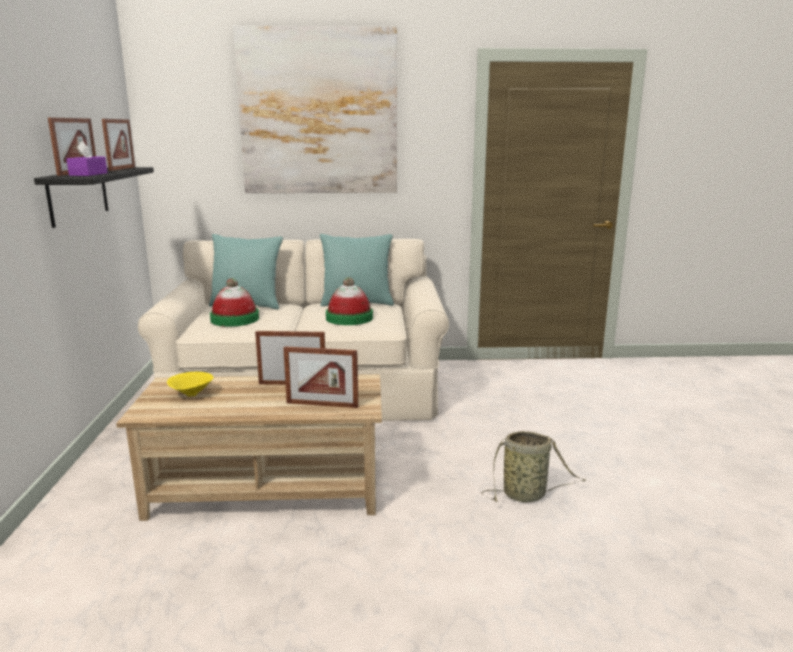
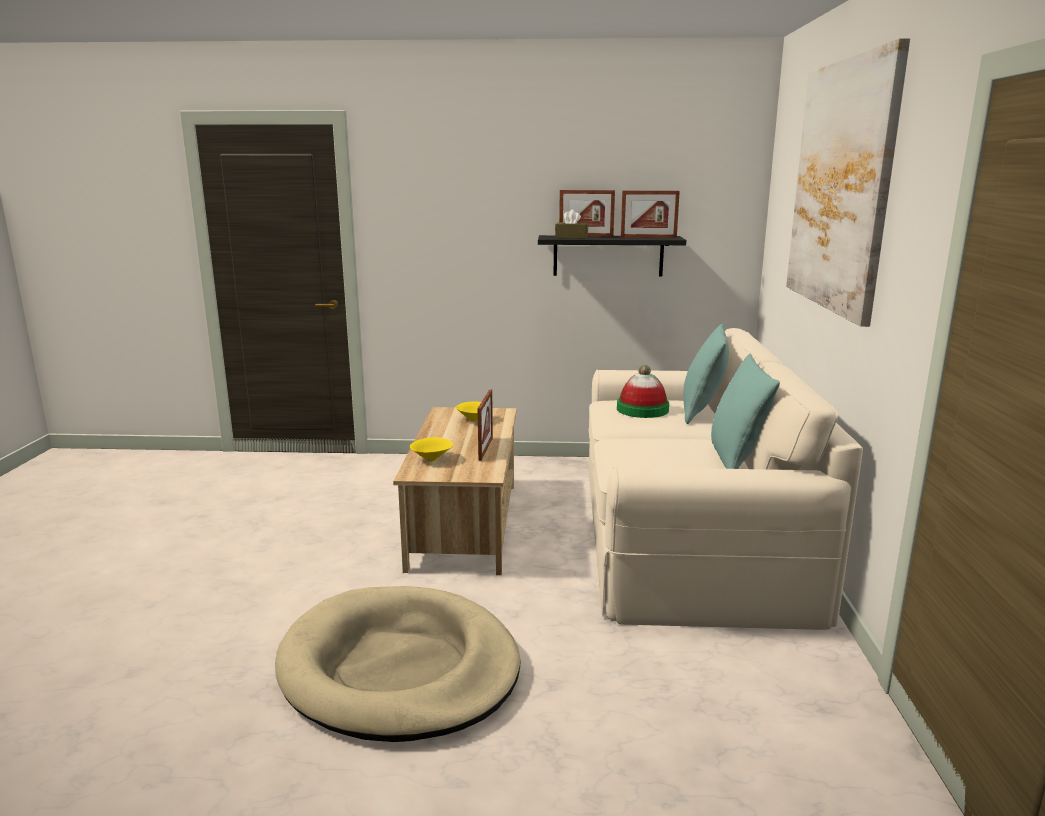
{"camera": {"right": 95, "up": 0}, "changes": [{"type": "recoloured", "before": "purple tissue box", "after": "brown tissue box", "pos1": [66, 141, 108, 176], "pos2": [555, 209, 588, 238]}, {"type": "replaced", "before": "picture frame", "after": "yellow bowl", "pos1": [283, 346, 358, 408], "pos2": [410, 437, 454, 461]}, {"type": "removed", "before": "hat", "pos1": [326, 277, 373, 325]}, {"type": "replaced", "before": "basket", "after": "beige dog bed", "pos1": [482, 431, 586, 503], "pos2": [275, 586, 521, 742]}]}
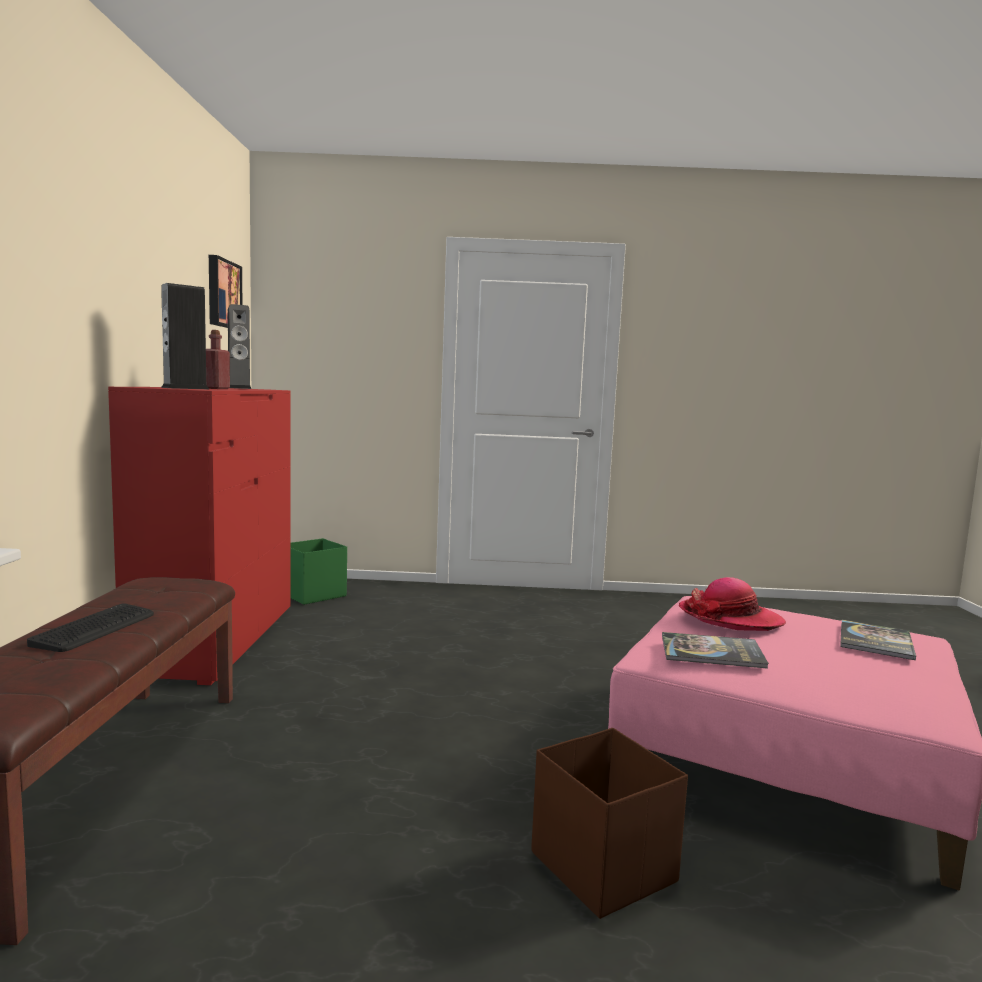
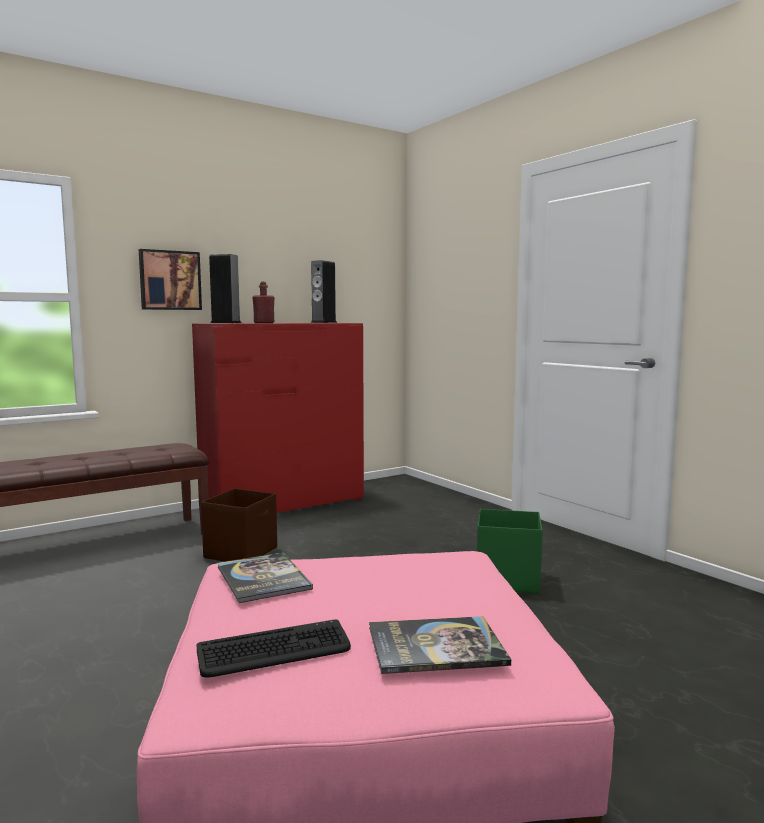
{"camera": {"right": 55, "up": 0}, "changes": [{"type": "moved", "before": "keyboard", "pos1": [27, 603, 154, 652], "pos2": [197, 619, 351, 678]}, {"type": "moved", "before": "picture", "pos1": [209, 255, 242, 328], "pos2": [139, 249, 202, 310]}, {"type": "moved", "before": "green storage box", "pos1": [290, 538, 347, 605], "pos2": [477, 509, 543, 594]}, {"type": "moved", "before": "brown storage box", "pos1": [531, 728, 688, 919], "pos2": [201, 488, 277, 562]}, {"type": "removed", "before": "hat", "pos1": [679, 577, 786, 631]}]}
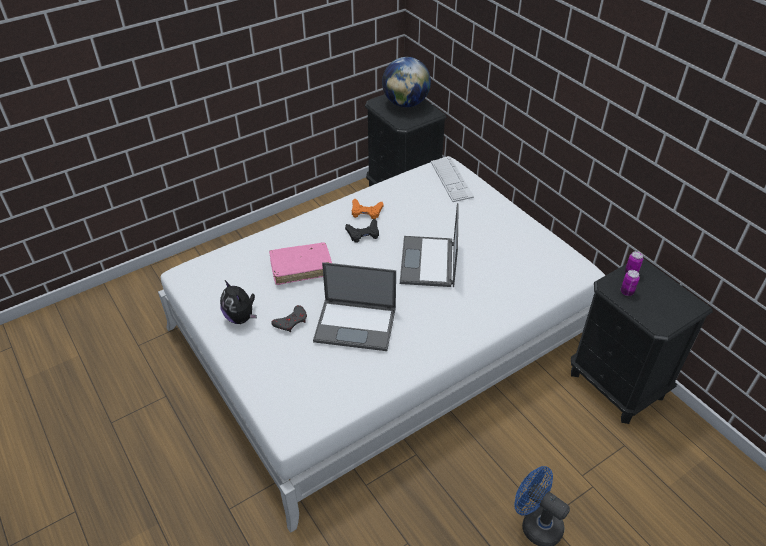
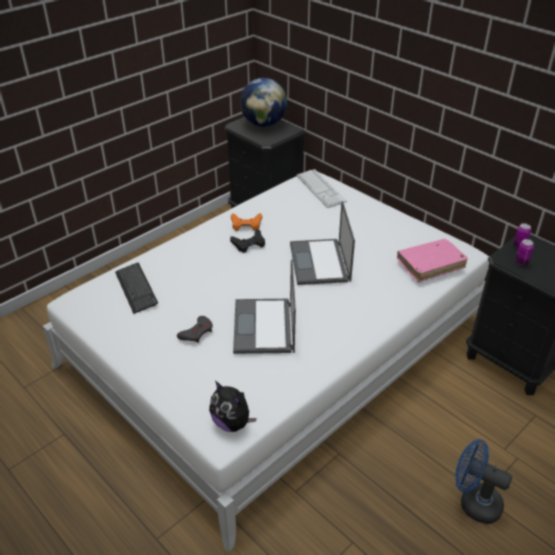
{"camera": {"right": -10, "up": -5}, "changes": [{"type": "moved", "before": "plush toy", "pos1": [220, 280, 257, 324], "pos2": [209, 381, 257, 432]}, {"type": "moved", "before": "pink book", "pos1": [269, 242, 332, 285], "pos2": [397, 239, 468, 282]}, {"type": "turned", "before": "laptop", "pos1": [313, 262, 396, 351], "pos2": [233, 259, 296, 354], "turn": 90}, {"type": "added", "after": "keyboard", "pos2": [115, 263, 158, 314]}]}
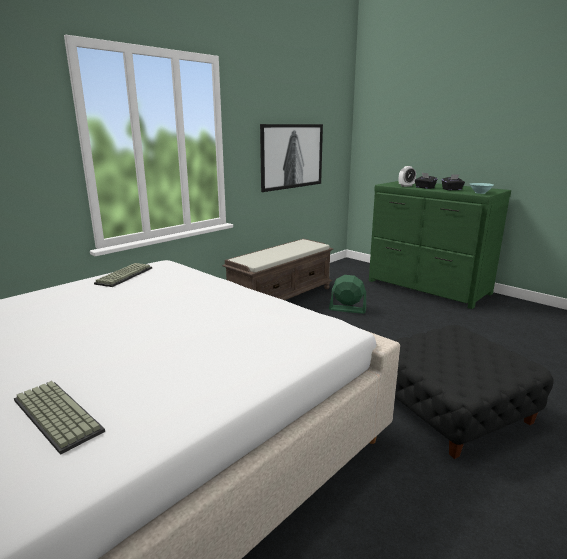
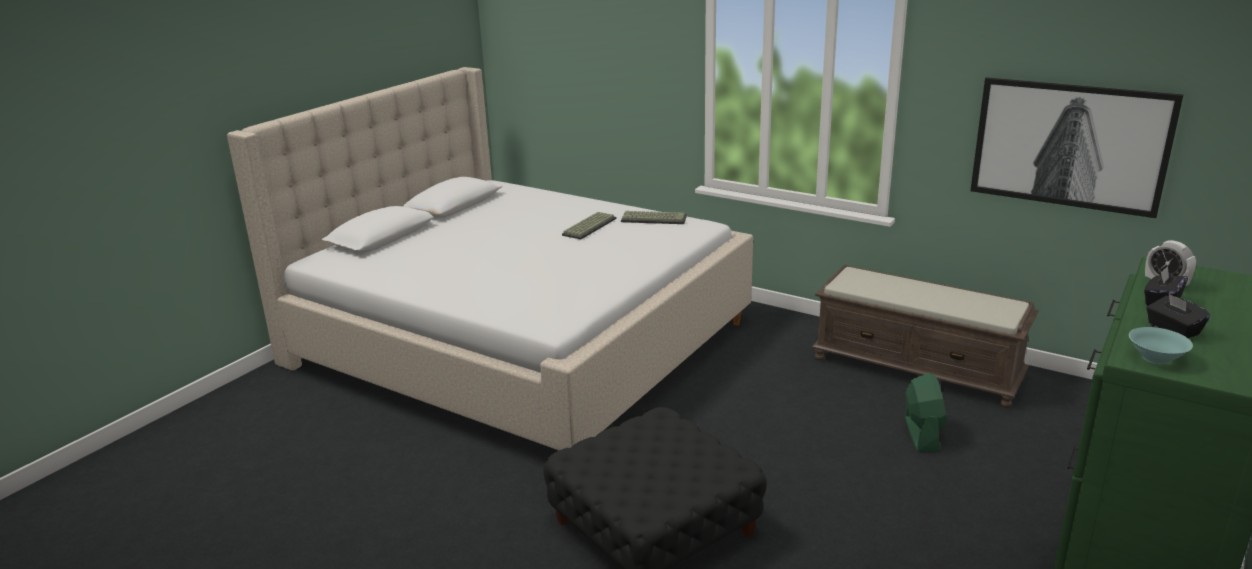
{"camera": {"right": 80, "up": 5}, "changes": [{"type": "moved", "before": "keyboard", "pos1": [14, 381, 105, 455], "pos2": [562, 212, 616, 239]}]}
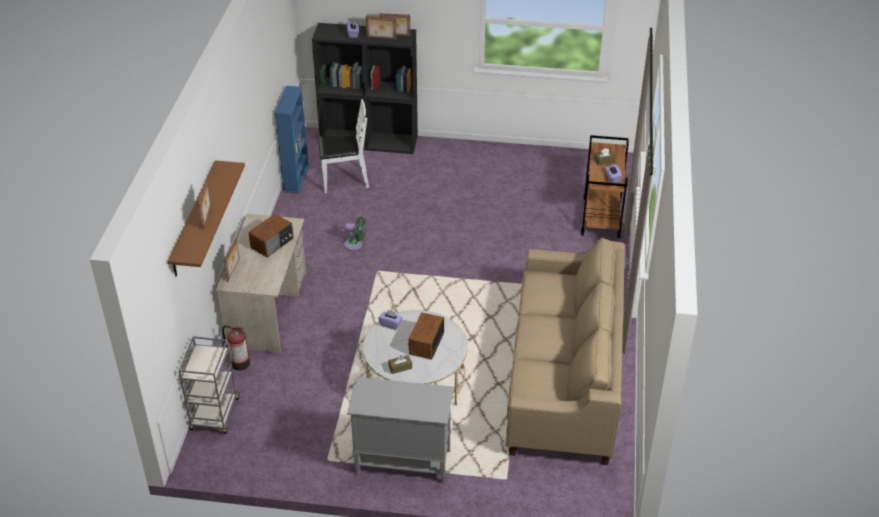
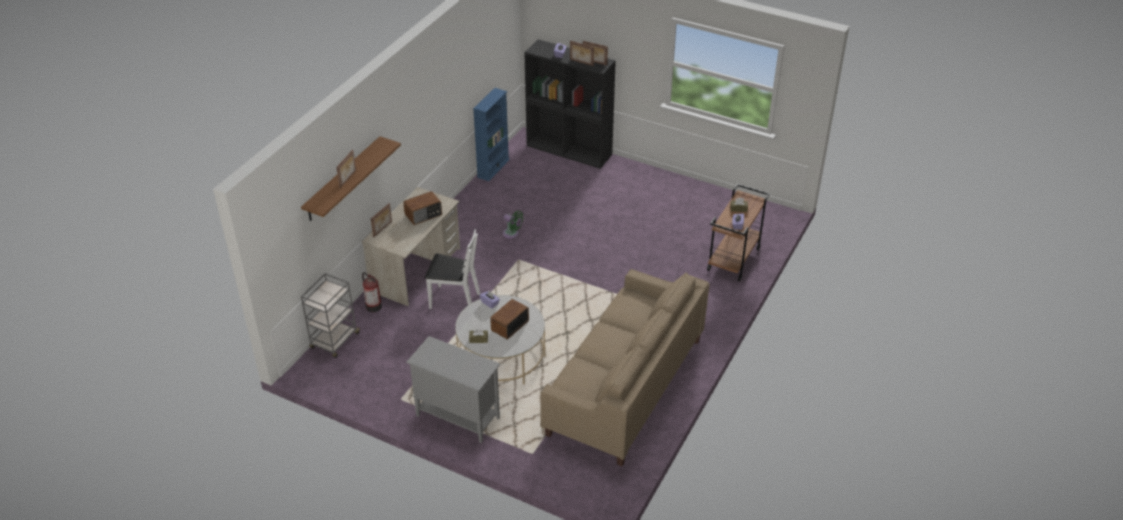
{"camera": {"right": 20, "up": 0}, "changes": [{"type": "moved", "before": "white chair", "pos1": [318, 99, 369, 193], "pos2": [425, 229, 480, 309]}]}
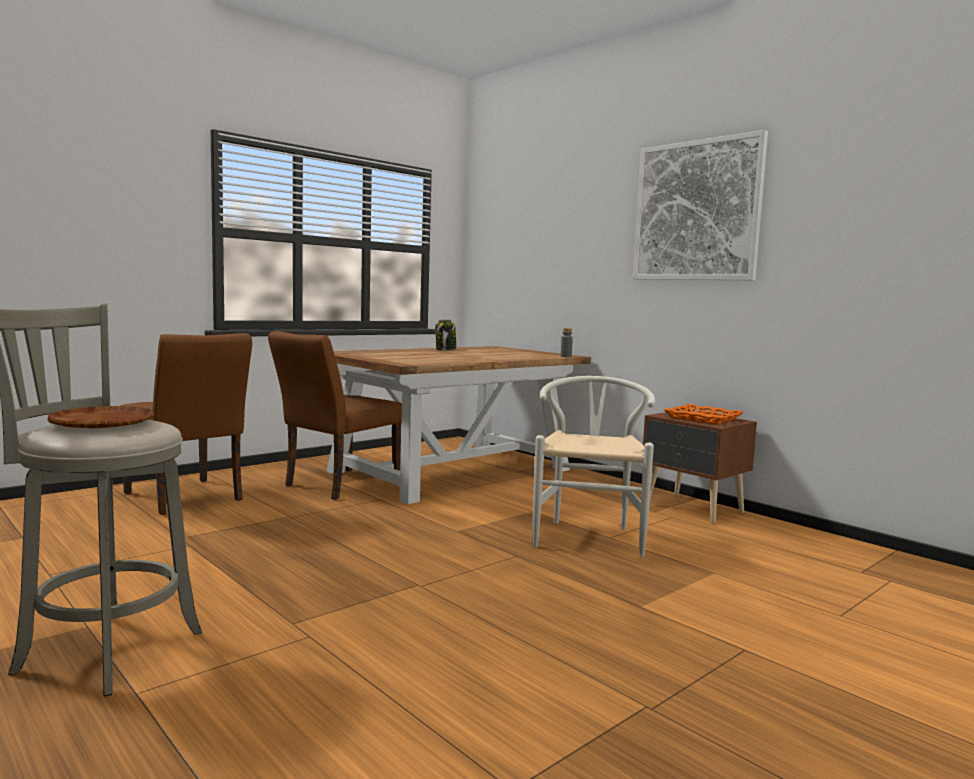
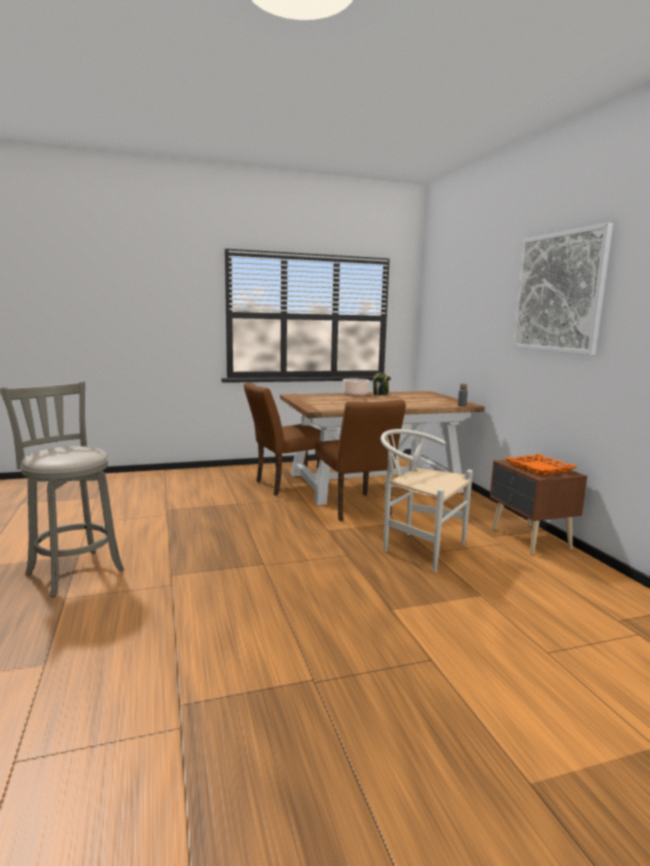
{"camera": {"right": 25, "up": 5}, "changes": [{"type": "removed", "before": "brown plate", "pos1": [48, 406, 155, 428]}, {"type": "moved", "before": "brown chair", "pos1": [120, 333, 252, 515], "pos2": [315, 400, 406, 521]}, {"type": "turned", "before": "white chair", "pos1": [533, 376, 655, 557], "pos2": [381, 429, 473, 573], "turn": -90}, {"type": "added", "after": "cooking pot", "pos2": [343, 379, 370, 396]}]}
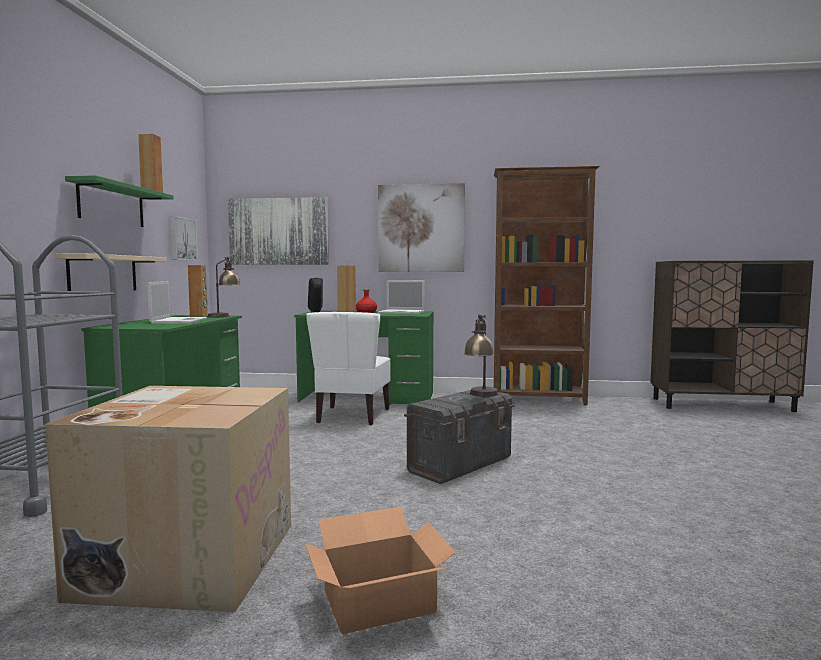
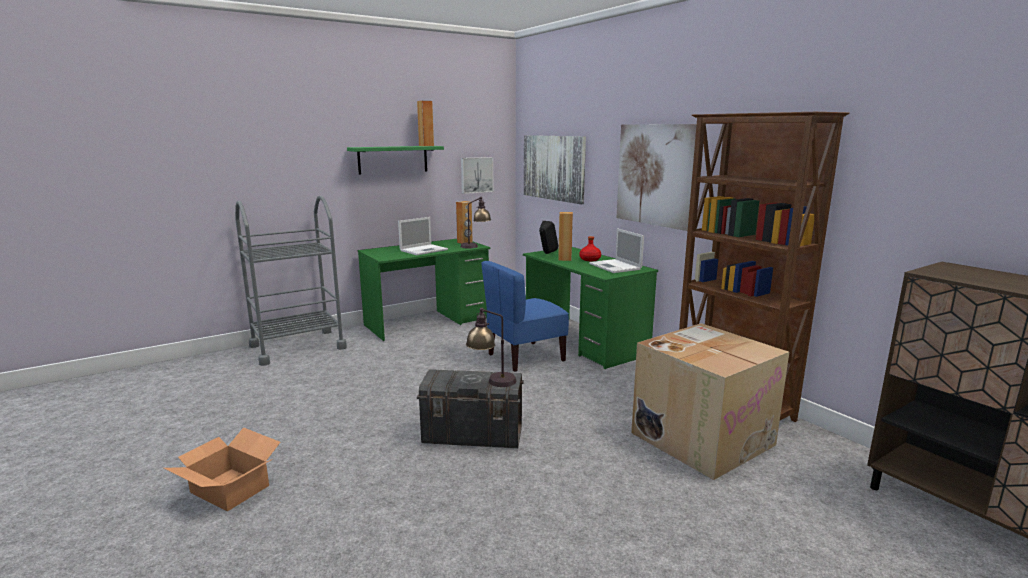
{"camera": {"right": 50, "up": 10}, "changes": [{"type": "moved", "before": "cardboard box", "pos1": [45, 386, 291, 612], "pos2": [631, 323, 789, 480]}, {"type": "removed", "before": "beige shelf", "pos1": [54, 253, 167, 291]}, {"type": "recoloured", "before": "white chair", "after": "blue chair", "pos1": [306, 312, 391, 425], "pos2": [481, 261, 569, 372]}]}
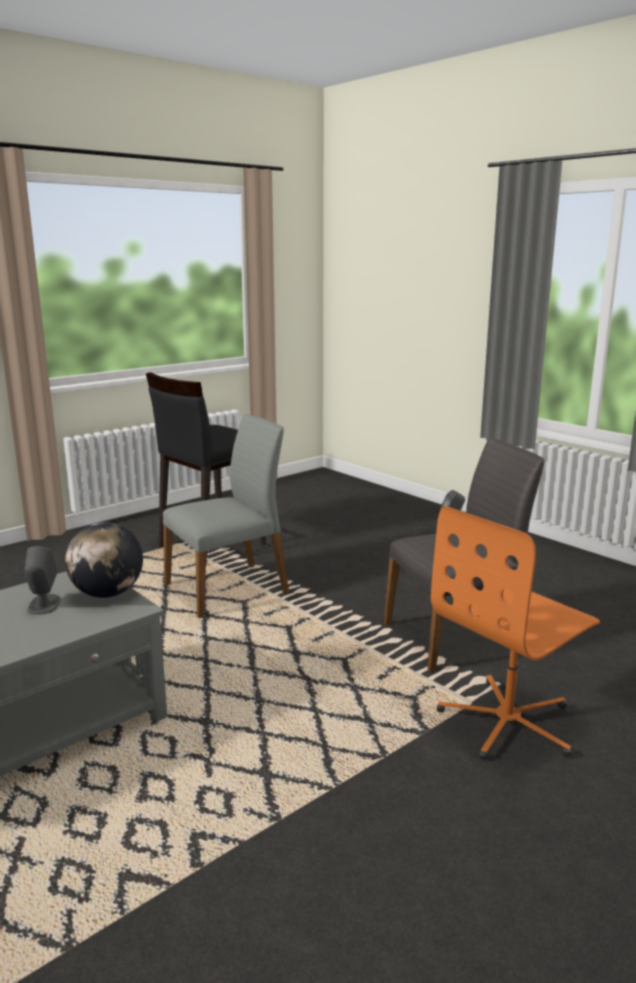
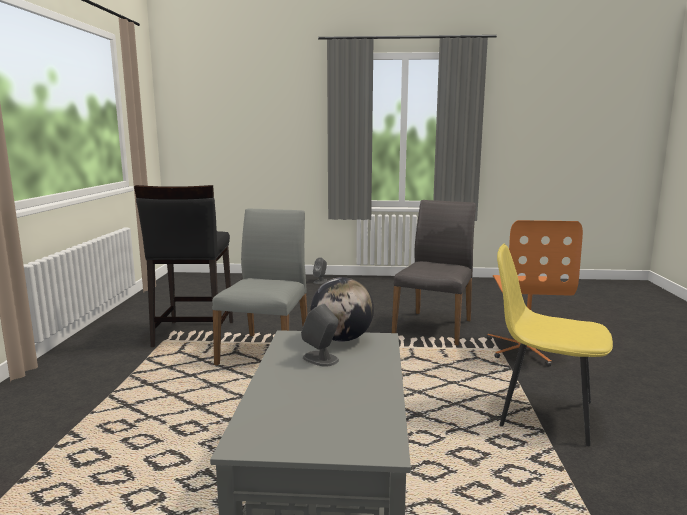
{"camera": {"right": -45, "up": -5}, "changes": [{"type": "added", "after": "yellow chair", "pos2": [497, 244, 613, 446]}]}
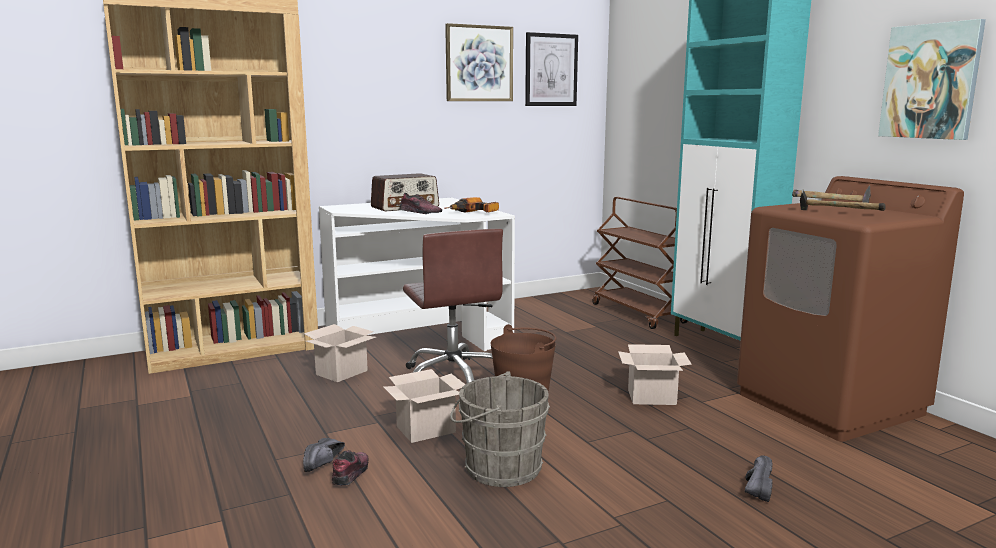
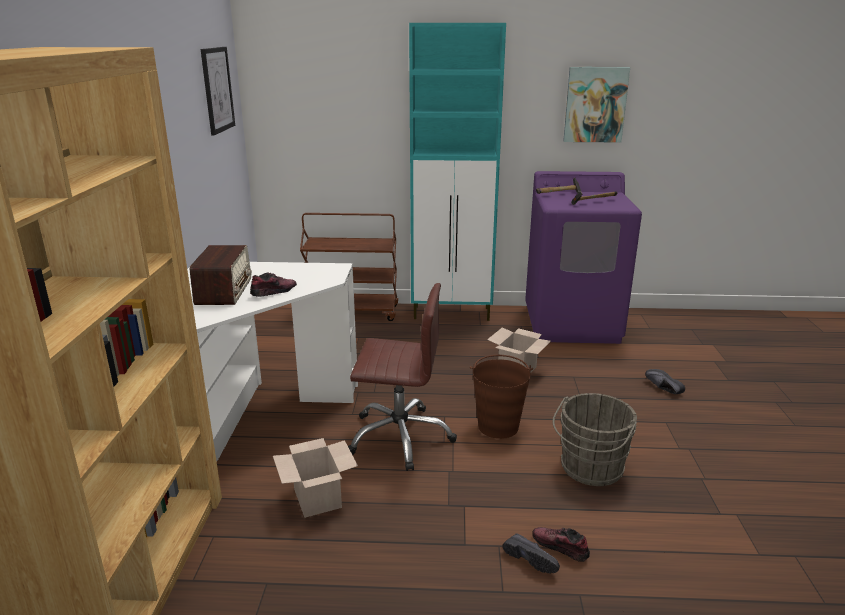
{"camera": {"right": -60, "up": 10}, "changes": [{"type": "removed", "before": "cardboard box", "pos1": [383, 369, 466, 443]}, {"type": "removed", "before": "power drill", "pos1": [444, 197, 499, 213]}, {"type": "removed", "before": "picture", "pos1": [445, 23, 513, 101]}, {"type": "recoloured", "before": "brown washing machine", "after": "purple washing machine", "pos1": [737, 176, 964, 442], "pos2": [525, 171, 642, 344]}]}
